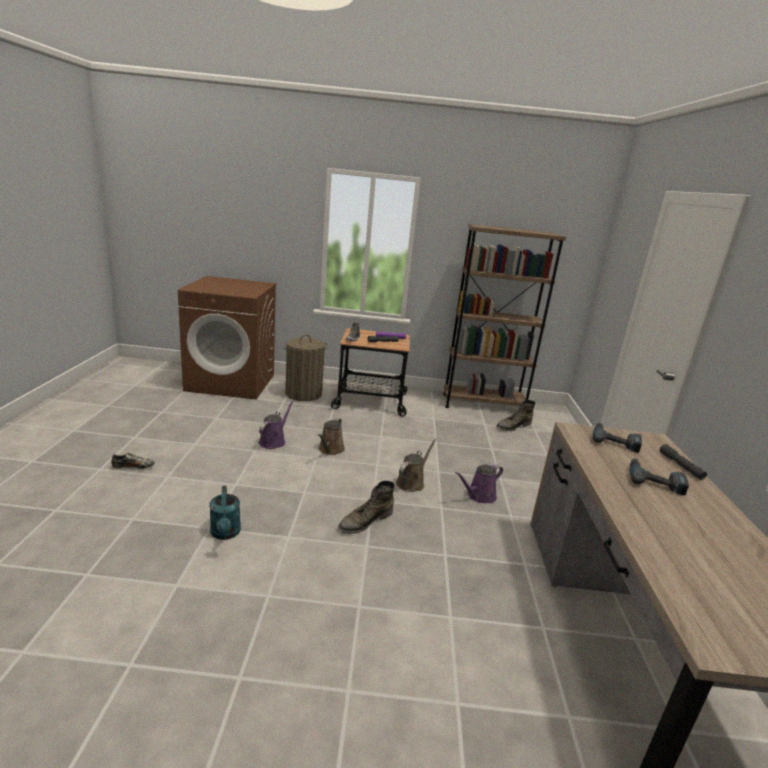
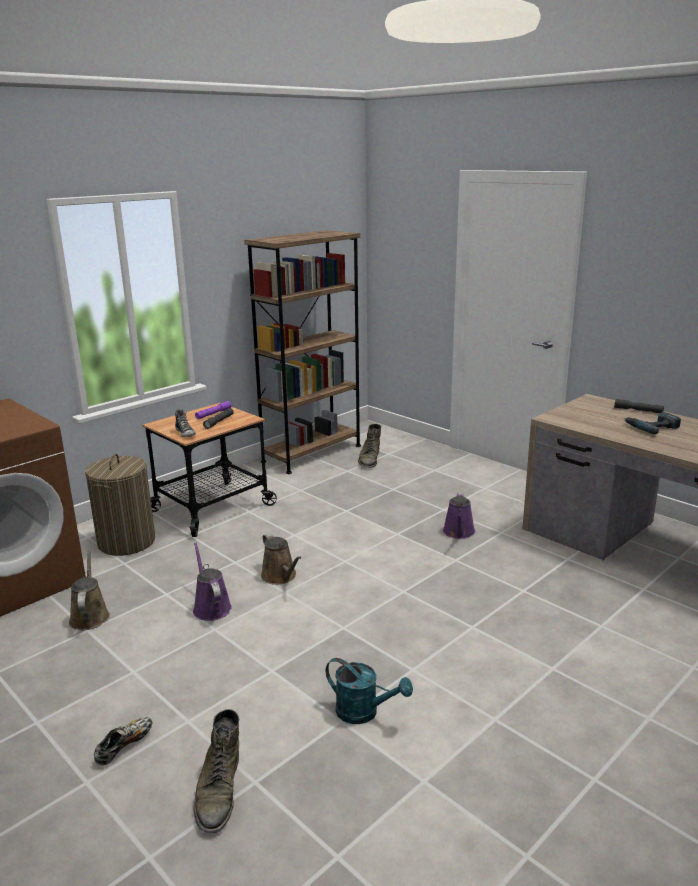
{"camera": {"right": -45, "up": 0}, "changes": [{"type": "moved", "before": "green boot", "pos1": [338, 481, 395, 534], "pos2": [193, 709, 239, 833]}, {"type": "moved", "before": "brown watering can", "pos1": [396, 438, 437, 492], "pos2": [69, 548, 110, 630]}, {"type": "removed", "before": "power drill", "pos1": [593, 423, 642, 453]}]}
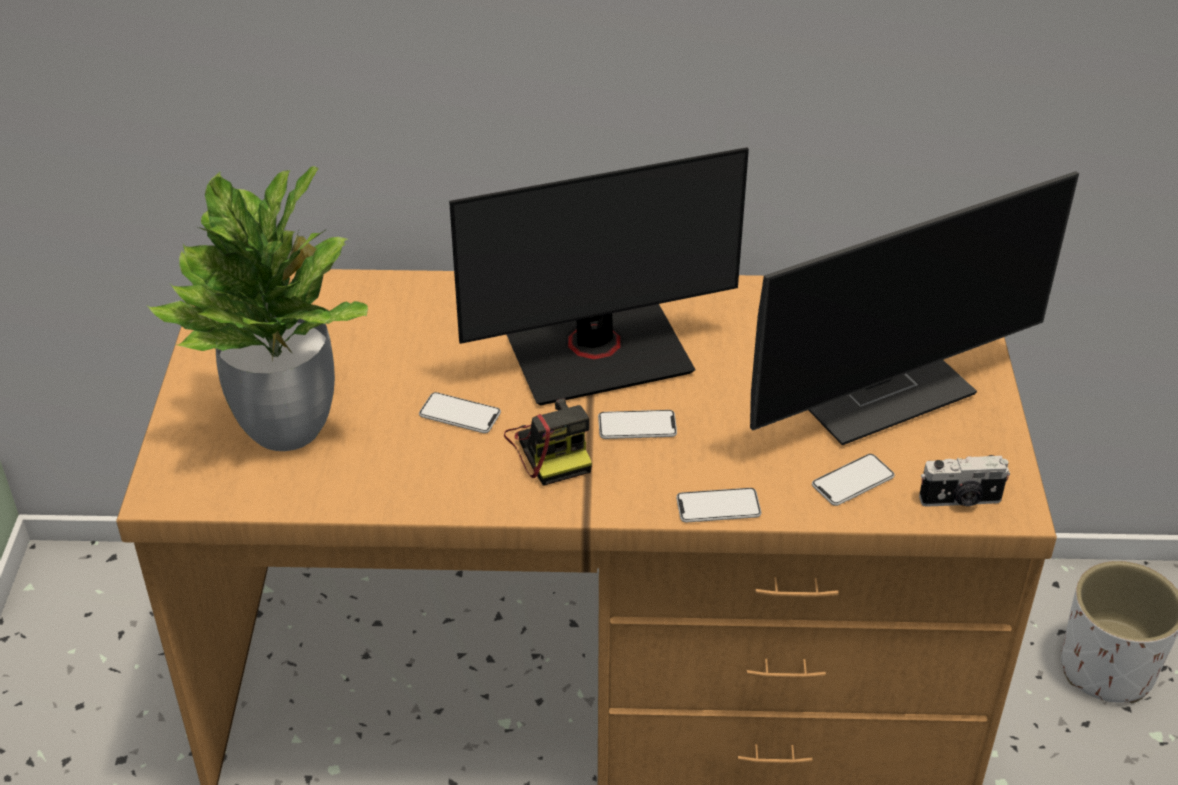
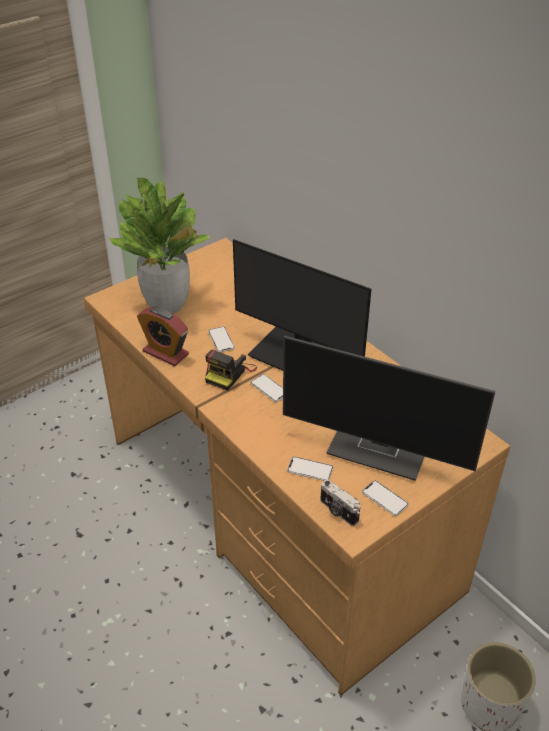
{"camera": {"right": 50, "up": 0}, "changes": [{"type": "moved", "before": "phone", "pos1": [676, 488, 762, 522], "pos2": [362, 480, 409, 516]}, {"type": "added", "after": "alarm clock", "pos2": [137, 307, 189, 366]}]}
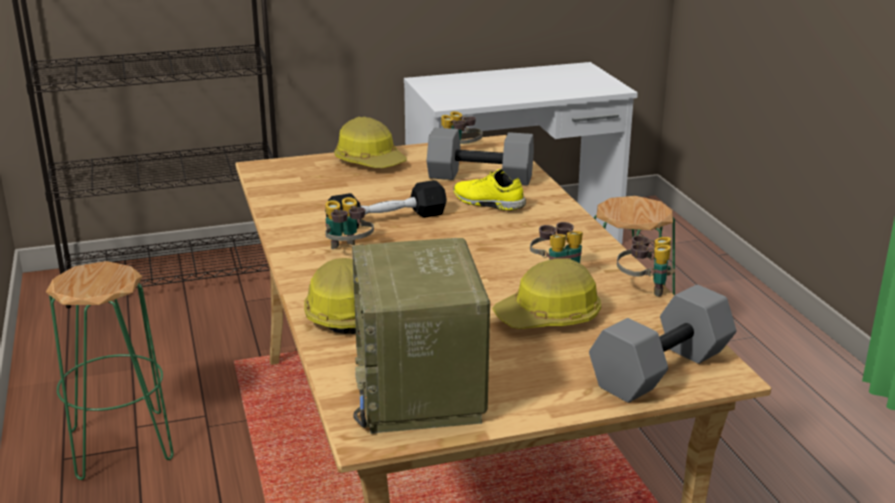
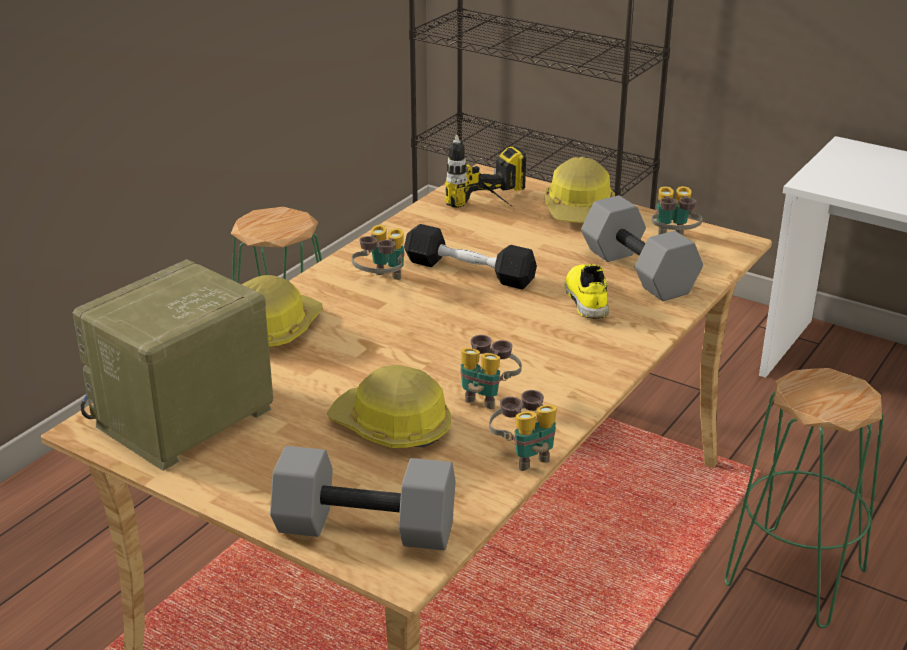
{"camera": {"right": 50, "up": 5}, "changes": [{"type": "added", "after": "power drill", "pos2": [445, 135, 526, 208]}]}
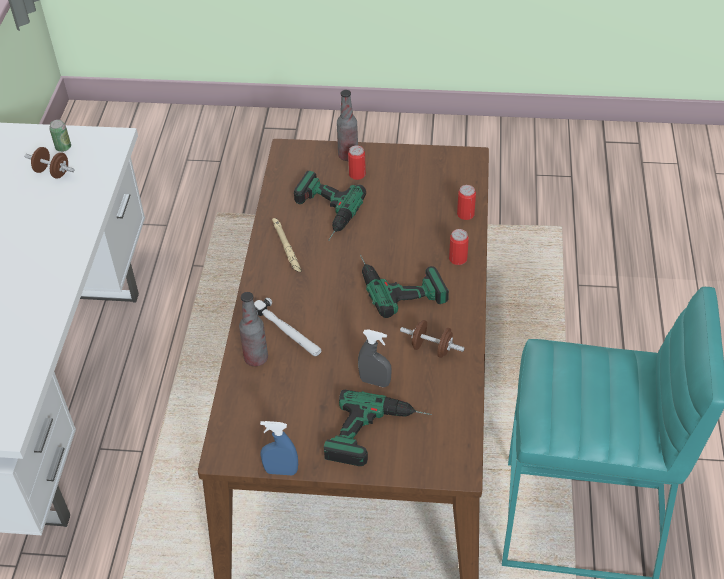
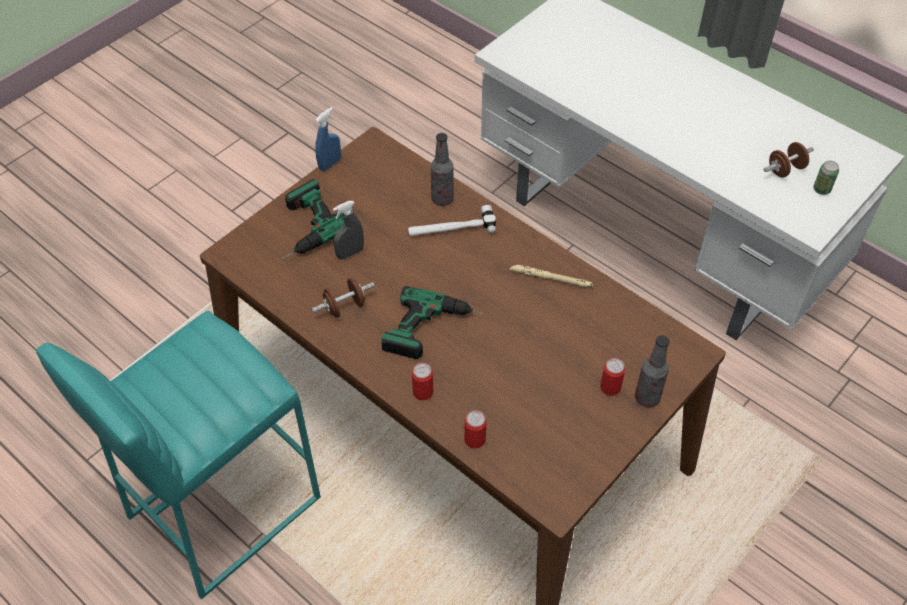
{"camera": {"right": 125, "up": 5}, "changes": [{"type": "removed", "before": "power drill", "pos1": [294, 171, 366, 241]}]}
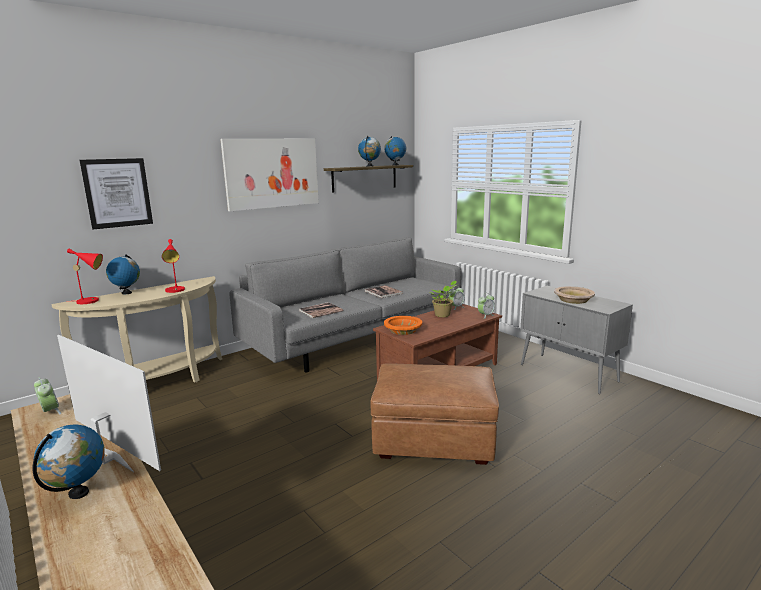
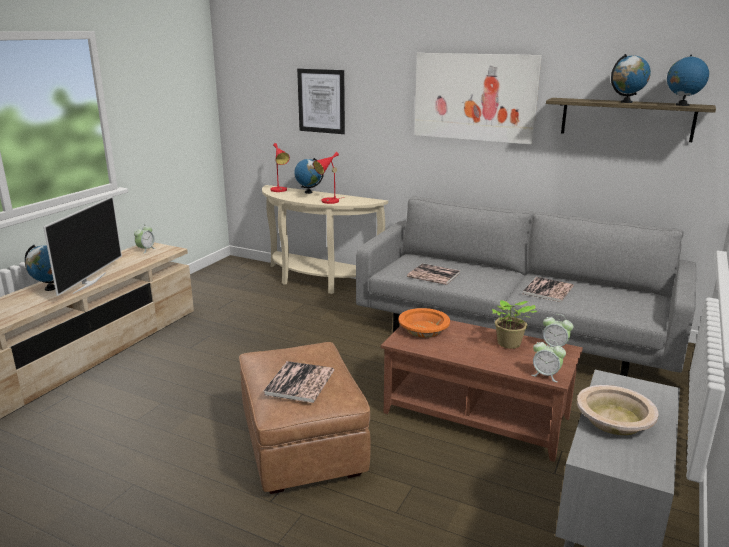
{"camera": {"right": 65, "up": 5}, "changes": [{"type": "added", "after": "book", "pos2": [264, 361, 334, 403]}]}
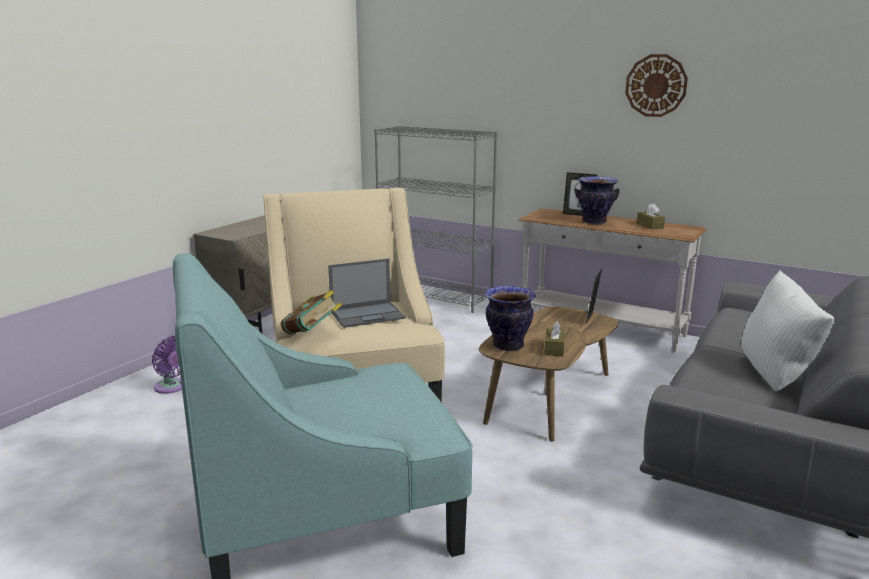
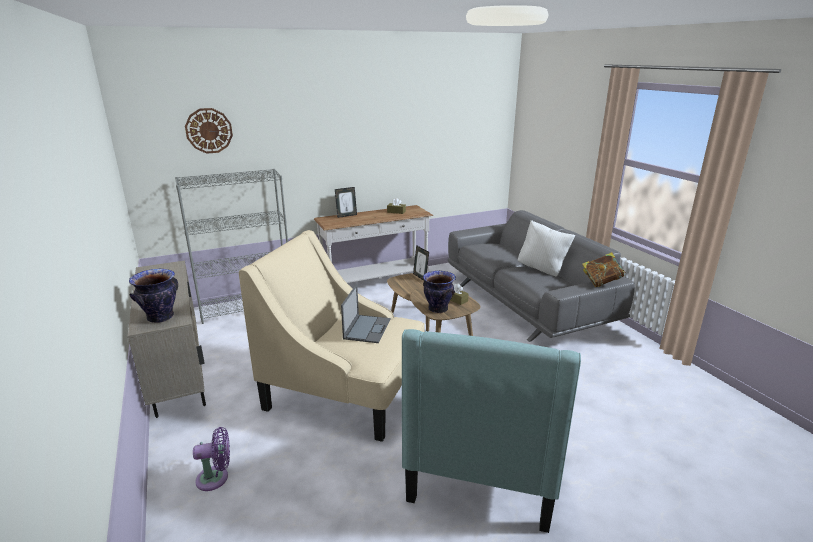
{"camera": {"right": -55, "up": 5}, "changes": [{"type": "moved", "before": "book", "pos1": [280, 290, 342, 335], "pos2": [582, 252, 626, 287]}, {"type": "moved", "before": "vase", "pos1": [575, 176, 620, 225], "pos2": [129, 269, 178, 323]}, {"type": "moved", "before": "wall clock", "pos1": [625, 54, 688, 117], "pos2": [185, 108, 233, 154]}]}
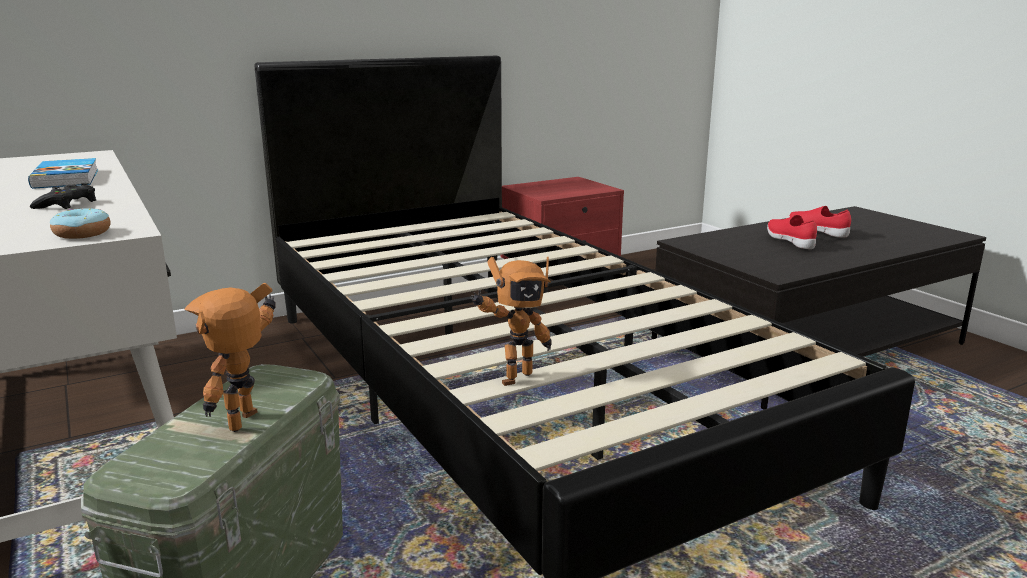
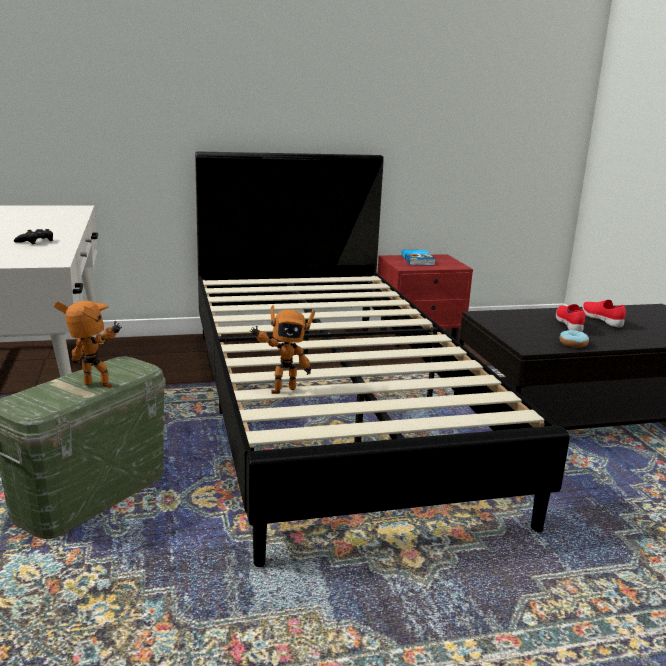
{"camera": {"right": 15, "up": 0}, "changes": [{"type": "moved", "before": "book", "pos1": [28, 158, 98, 189], "pos2": [401, 250, 436, 266]}, {"type": "moved", "before": "donut", "pos1": [50, 208, 110, 239], "pos2": [559, 330, 589, 348]}, {"type": "turned", "before": "toy robot", "pos1": [184, 283, 276, 432], "pos2": [54, 301, 122, 388], "turn": 75}]}
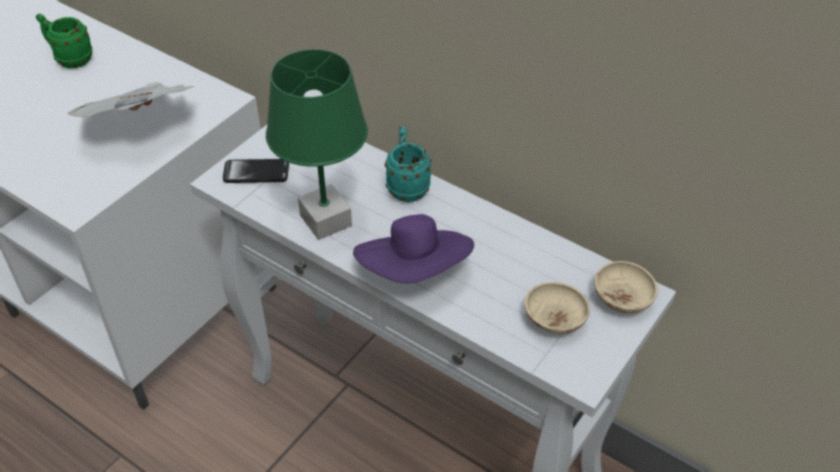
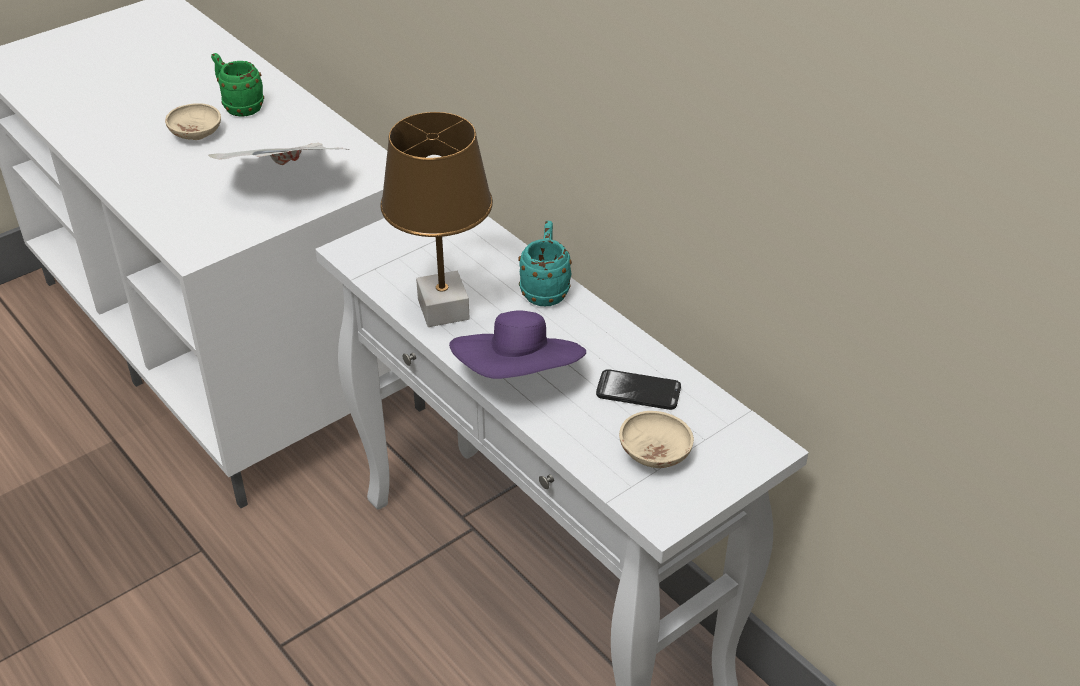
{"camera": {"right": 15, "up": -5}, "changes": [{"type": "moved", "before": "phone", "pos1": [223, 159, 289, 183], "pos2": [596, 369, 681, 410]}, {"type": "recoloured", "before": "green table lamp", "after": "brown table lamp", "pos1": [266, 49, 368, 240], "pos2": [380, 112, 493, 327]}, {"type": "moved", "before": "beige bowl", "pos1": [594, 261, 658, 313], "pos2": [165, 103, 221, 140]}]}
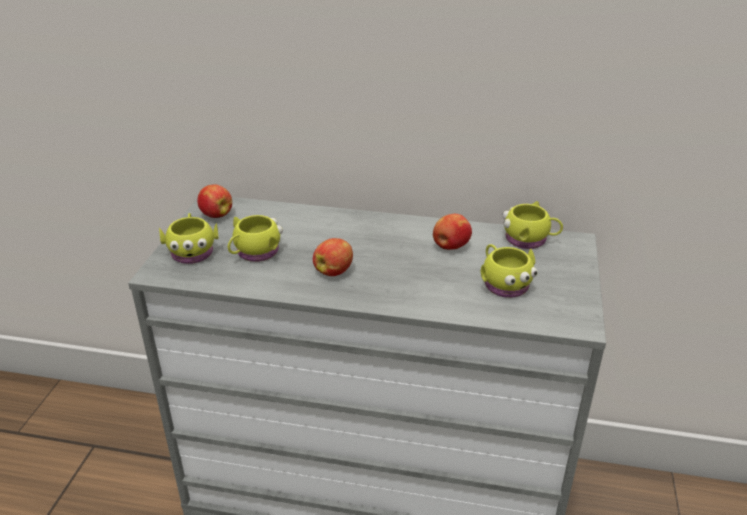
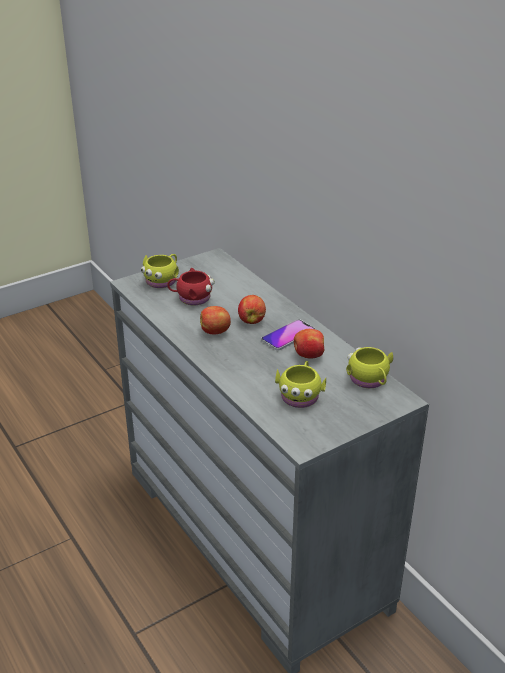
{"camera": {"right": 45, "up": 0}, "changes": [{"type": "moved", "before": "apple", "pos1": [197, 184, 232, 218], "pos2": [238, 295, 266, 324]}, {"type": "recoloured", "before": "yellow mug", "after": "red mug", "pos1": [228, 215, 283, 262], "pos2": [167, 268, 215, 305]}, {"type": "added", "after": "phone", "pos2": [261, 319, 315, 350]}]}
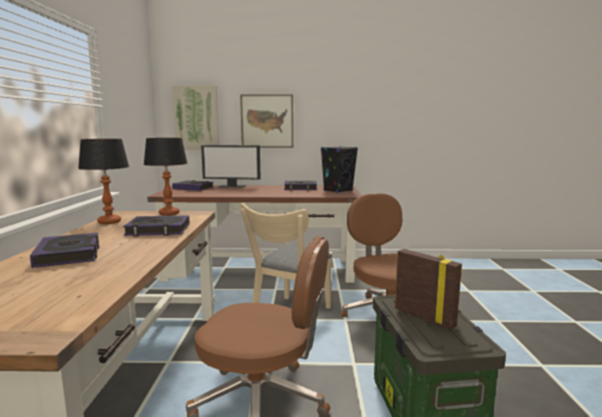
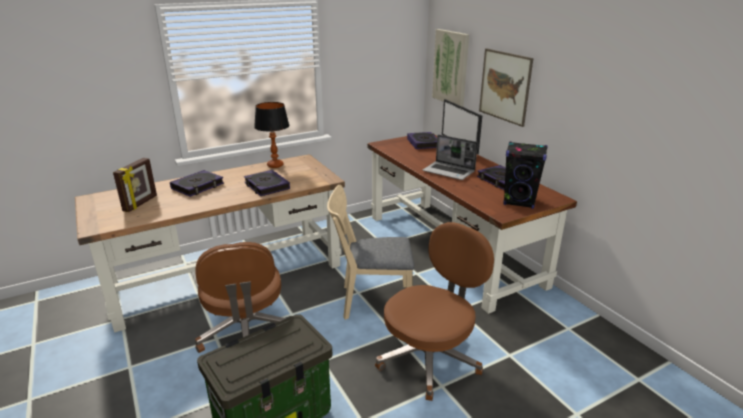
{"camera": {"right": 60, "up": 15}, "changes": [{"type": "removed", "before": "table lamp", "pos1": [143, 138, 188, 216]}, {"type": "moved", "before": "picture frame", "pos1": [395, 249, 462, 330], "pos2": [113, 158, 157, 212]}, {"type": "added", "after": "laptop", "pos2": [422, 135, 478, 180]}]}
